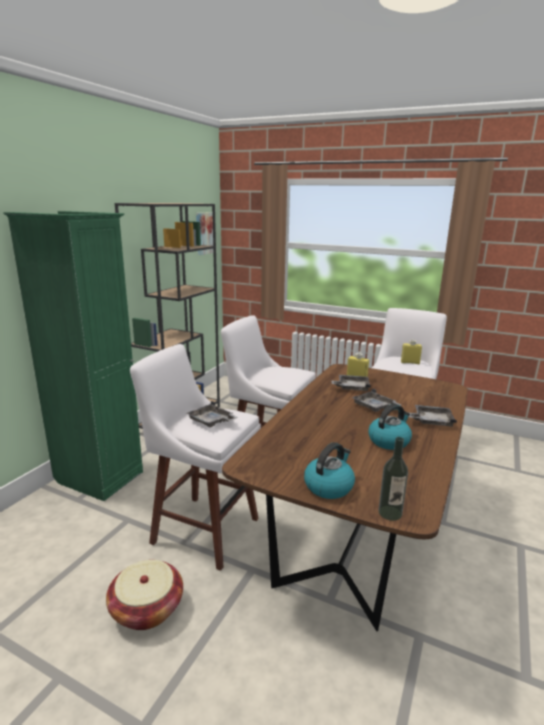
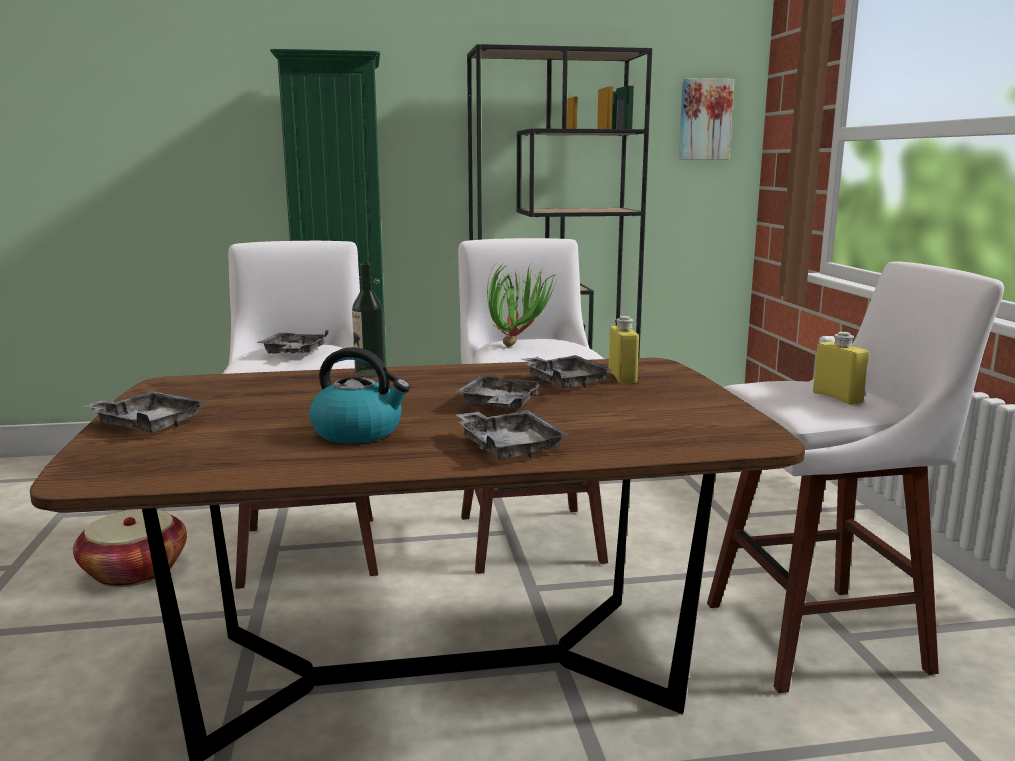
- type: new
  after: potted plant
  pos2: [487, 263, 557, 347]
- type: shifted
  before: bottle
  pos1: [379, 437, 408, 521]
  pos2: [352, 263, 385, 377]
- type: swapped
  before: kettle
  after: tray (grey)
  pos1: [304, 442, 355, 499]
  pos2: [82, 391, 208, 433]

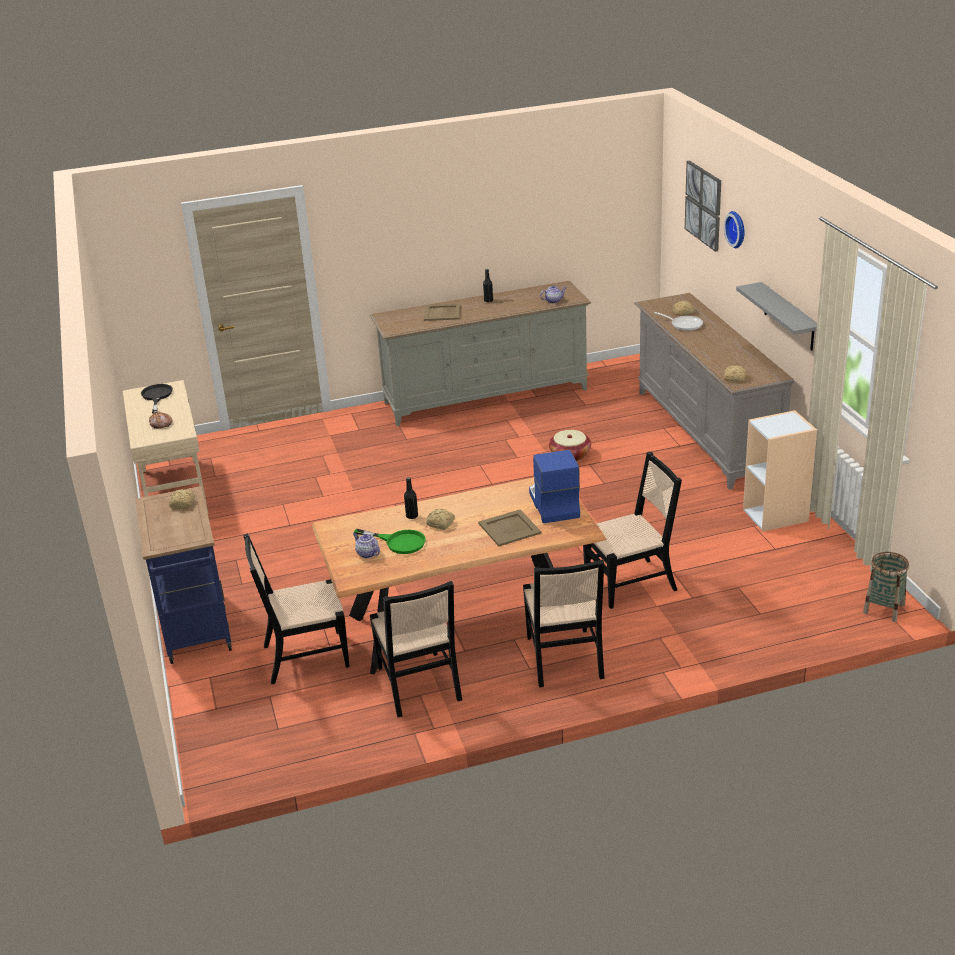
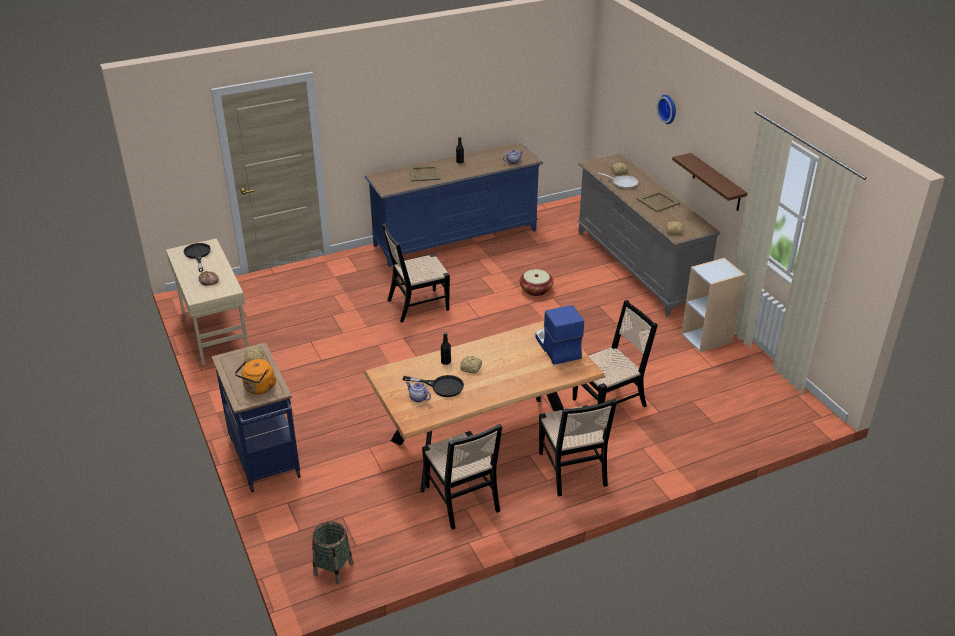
- type: gone
  before: picture
  pos1: [685, 160, 721, 252]
- type: new
  after: kettle (orange)
  pos2: [235, 359, 276, 394]
- type: shifted
  before: chair
  pos1: [243, 533, 350, 684]
  pos2: [382, 224, 450, 323]
- type: shifted
  before: tray (beige)
  pos1: [478, 509, 542, 546]
  pos2: [637, 190, 680, 212]
- type: shifted
  before: basket
  pos1: [863, 552, 909, 622]
  pos2: [312, 521, 353, 584]
- type: repainted
  before: frying pan (green)
  after: frying pan (black)
  pos1: [354, 529, 426, 554]
  pos2: [403, 375, 464, 397]
- type: repainted
  before: cabinet (grey)
  after: cabinet (blue)
  pos1: [370, 281, 591, 426]
  pos2: [364, 143, 543, 267]
- type: repainted
  before: shelf (grey)
  after: shelf (brown)
  pos1: [736, 282, 817, 351]
  pos2: [672, 153, 747, 211]

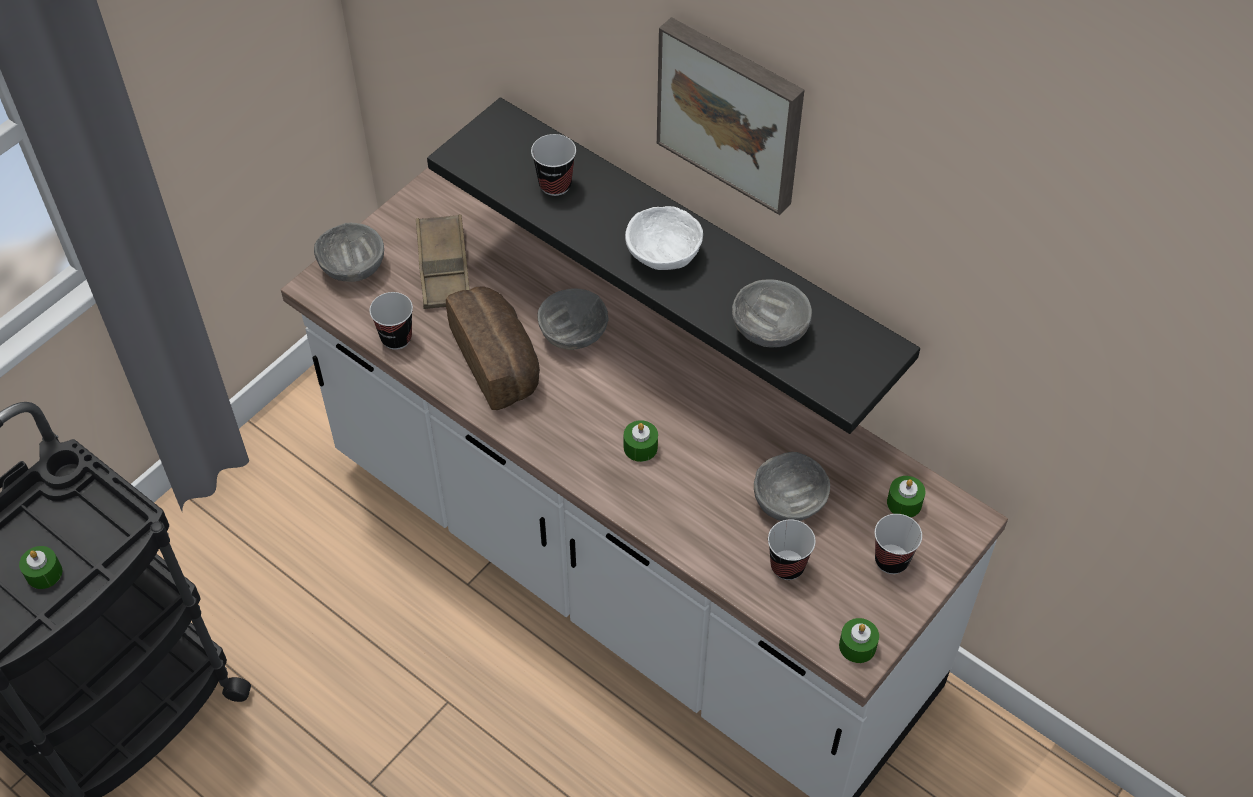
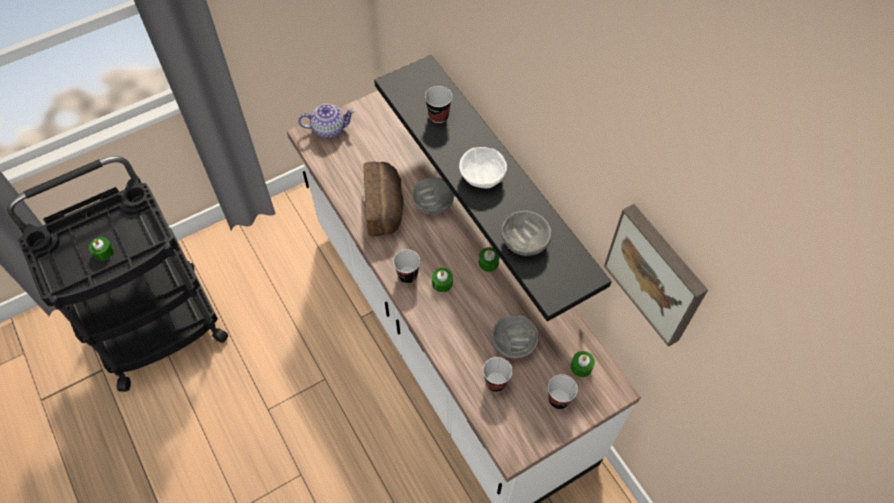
- type: gone
  before: tray (brown)
  pos1: [416, 214, 470, 309]
- type: shifted
  before: cup
  pos1: [369, 292, 413, 350]
  pos2: [393, 249, 420, 284]
- type: shifted
  before: picture
  pos1: [657, 17, 804, 215]
  pos2: [604, 204, 708, 347]
- type: shifted
  before: candle (green)
  pos1: [839, 618, 879, 663]
  pos2: [479, 247, 500, 272]
- type: swapped
  before: bowl (grey)
  after: teapot
  pos1: [314, 223, 384, 282]
  pos2: [298, 104, 355, 138]

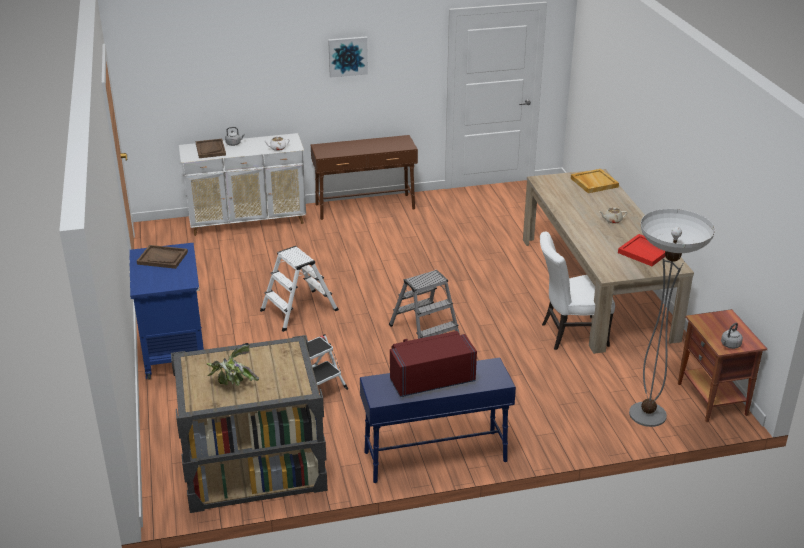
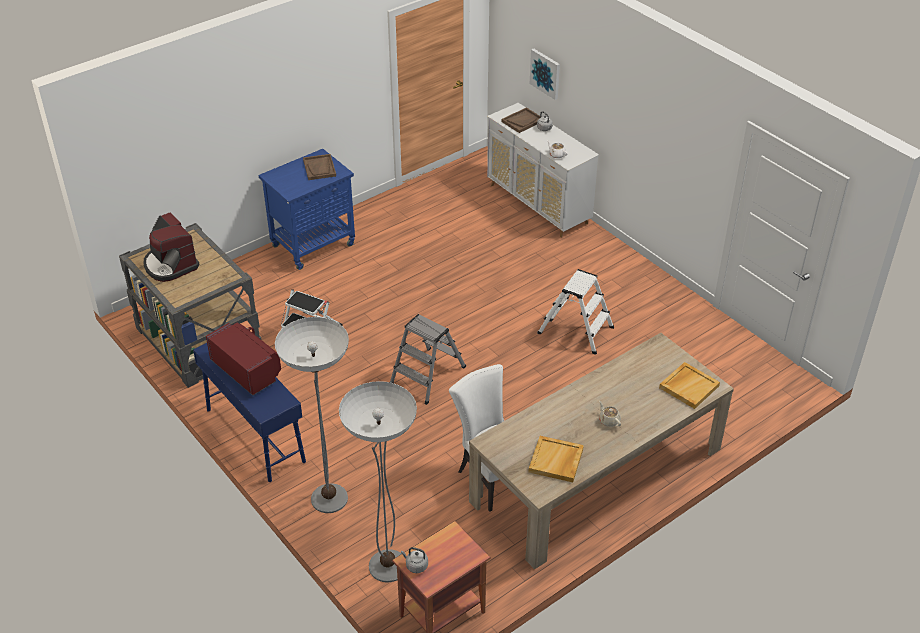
- type: gone
  before: console table (brown)
  pos1: [311, 135, 418, 220]
- type: new
  after: floor lamp
  pos2: [275, 317, 349, 513]
- type: shifted
  before: step ladder (white)
  pos1: [260, 246, 339, 332]
  pos2: [537, 269, 614, 355]
- type: shifted
  before: picture
  pos1: [328, 37, 368, 78]
  pos2: [530, 48, 560, 100]
- type: swapped
  before: potted plant
  after: coffee machine
  pos1: [207, 343, 259, 386]
  pos2: [143, 213, 199, 282]
- type: repainted
  before: tray (red)
  after: tray (beige)
  pos1: [618, 234, 665, 266]
  pos2: [528, 436, 584, 482]

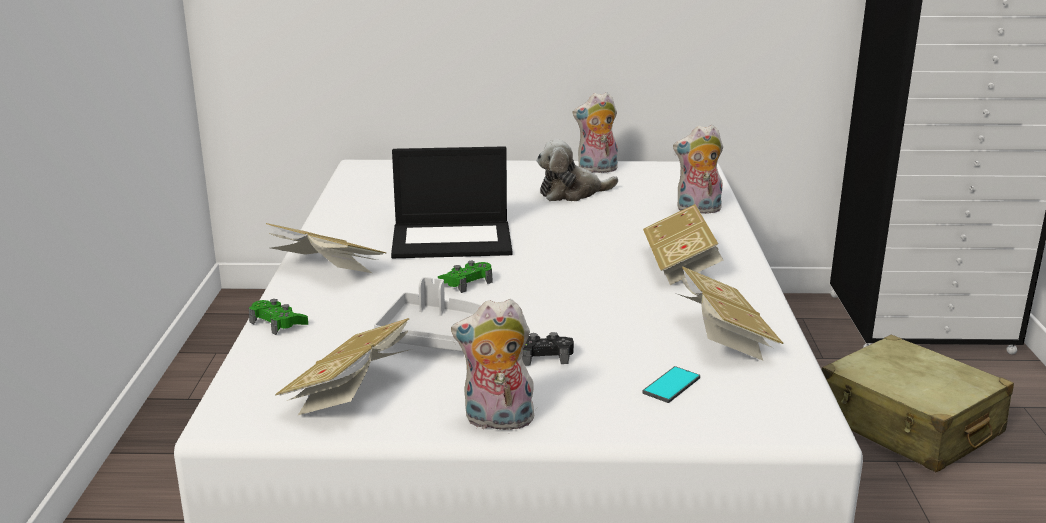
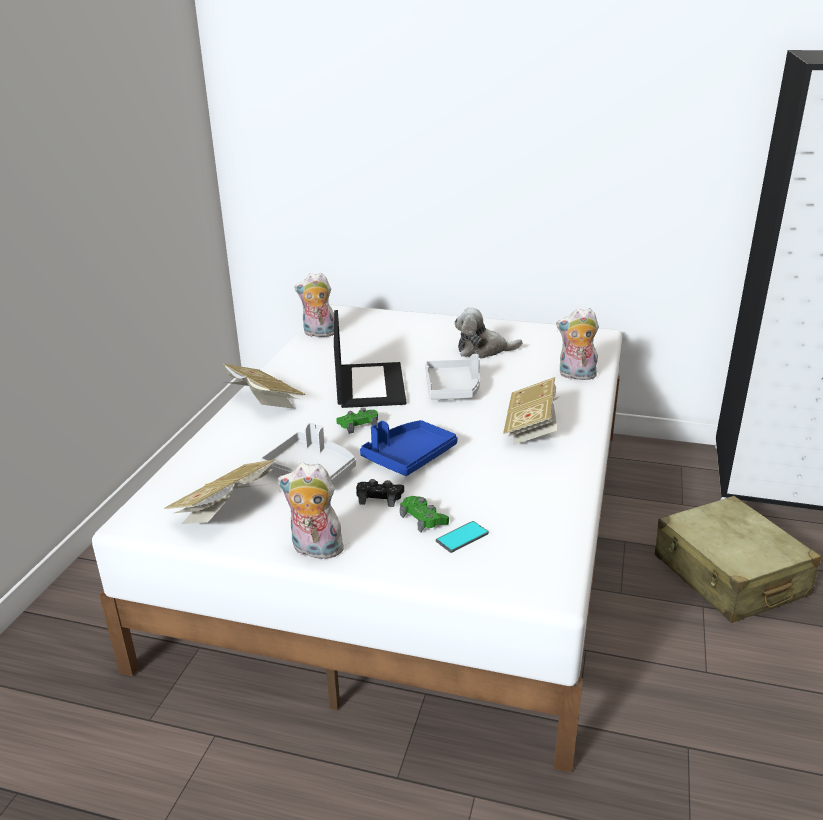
- type: gone
  before: book
  pos1: [678, 266, 783, 360]
- type: new
  after: tray (blue)
  pos2: [360, 420, 458, 476]
- type: new
  after: tray (grey)
  pos2: [425, 354, 480, 399]
- type: shifted
  before: game controller (green)
  pos1: [249, 299, 308, 335]
  pos2: [400, 496, 449, 532]
- type: shifted
  before: plush toy
  pos1: [573, 92, 618, 173]
  pos2: [294, 273, 334, 337]
- type: rotated
  before: laptop
  pos1: [391, 146, 512, 258]
  pos2: [334, 310, 406, 408]
  turn: -105

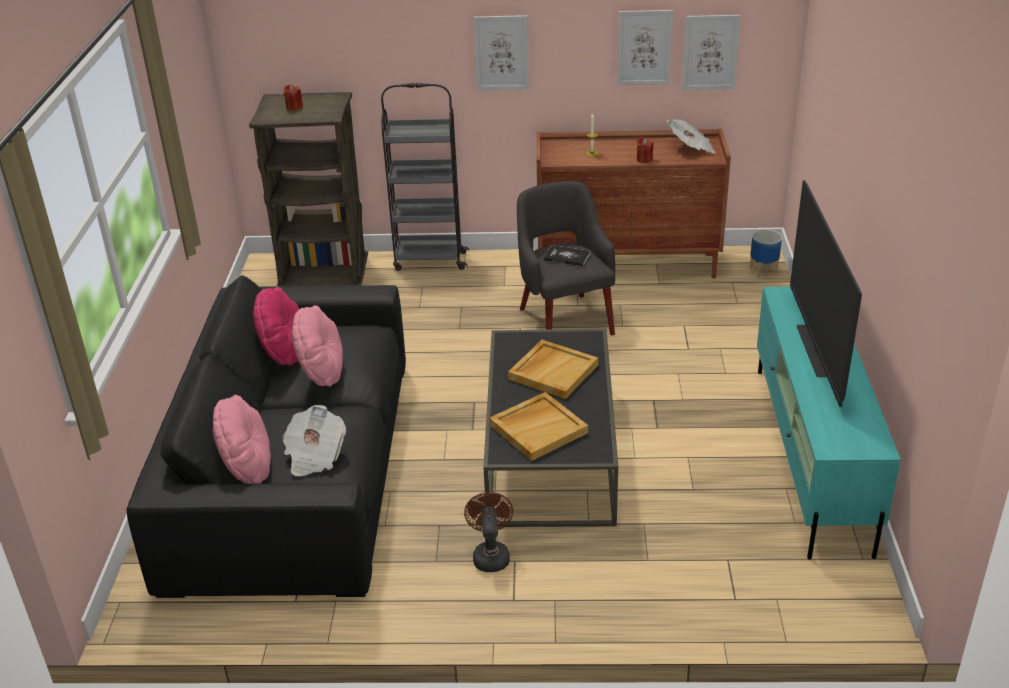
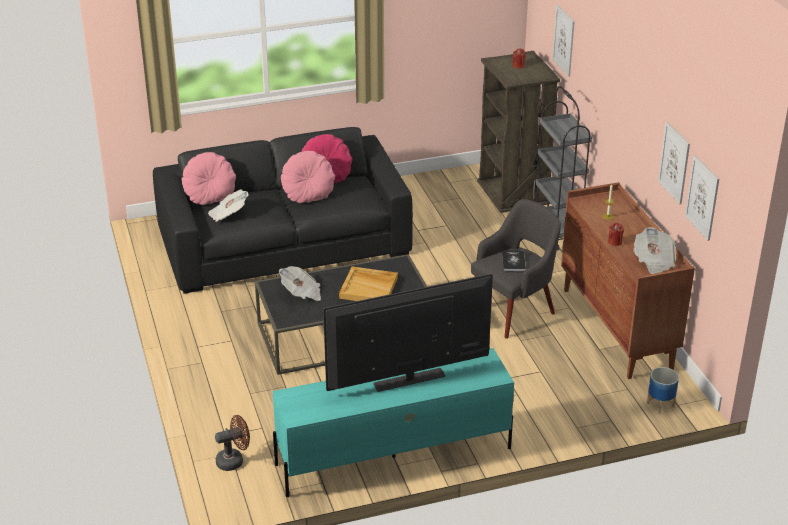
- type: shifted
  before: fan (brown)
  pos1: [464, 492, 513, 572]
  pos2: [215, 415, 250, 471]
- type: shifted
  before: picture
  pos1: [474, 15, 529, 90]
  pos2: [552, 5, 575, 77]
- type: swapped
  before: tray (beige)
  after: newspaper
  pos1: [489, 392, 588, 461]
  pos2: [279, 266, 321, 301]

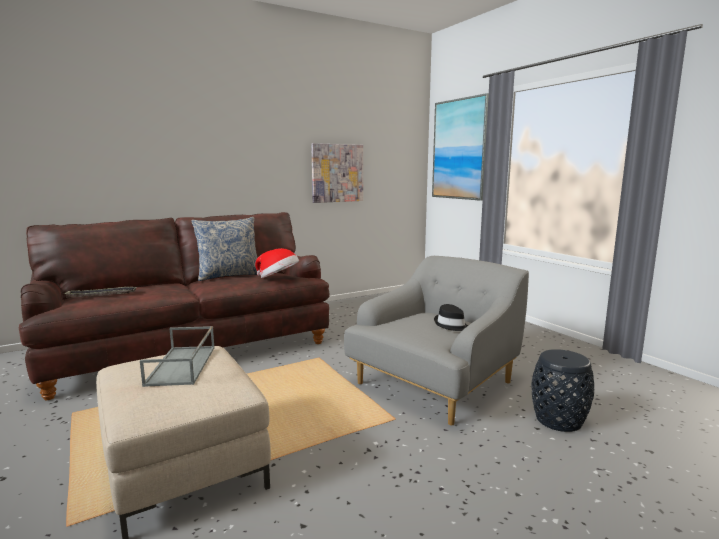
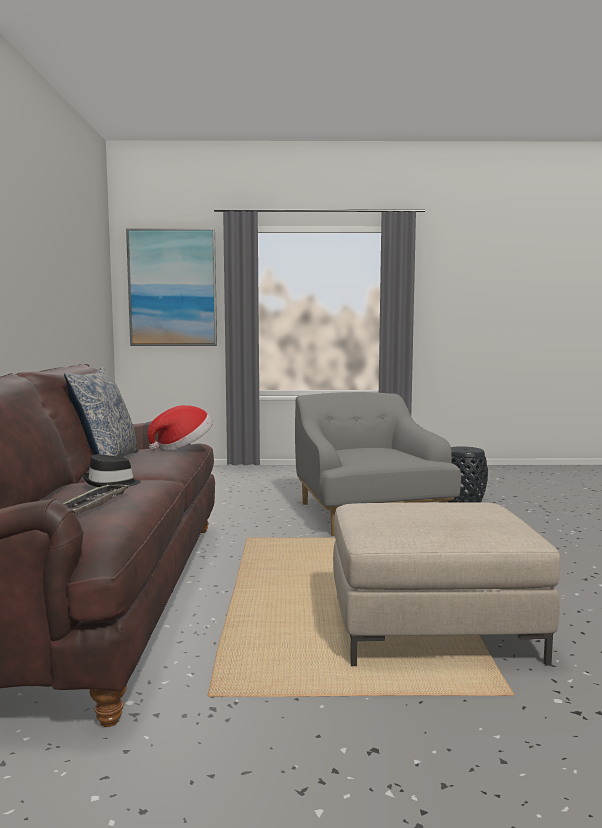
- type: gone
  before: tray (grey)
  pos1: [140, 326, 215, 387]
- type: gone
  before: picture
  pos1: [311, 143, 363, 203]
- type: shifted
  before: hat (black)
  pos1: [434, 304, 468, 331]
  pos2: [83, 454, 141, 487]

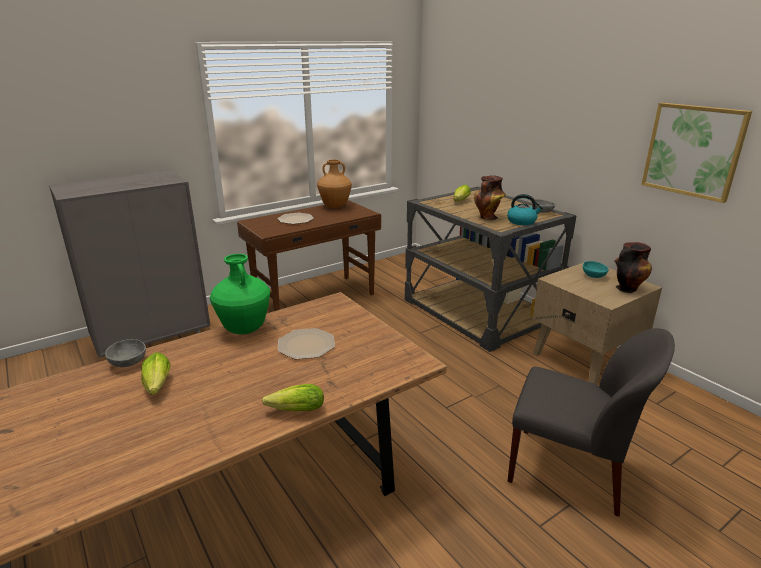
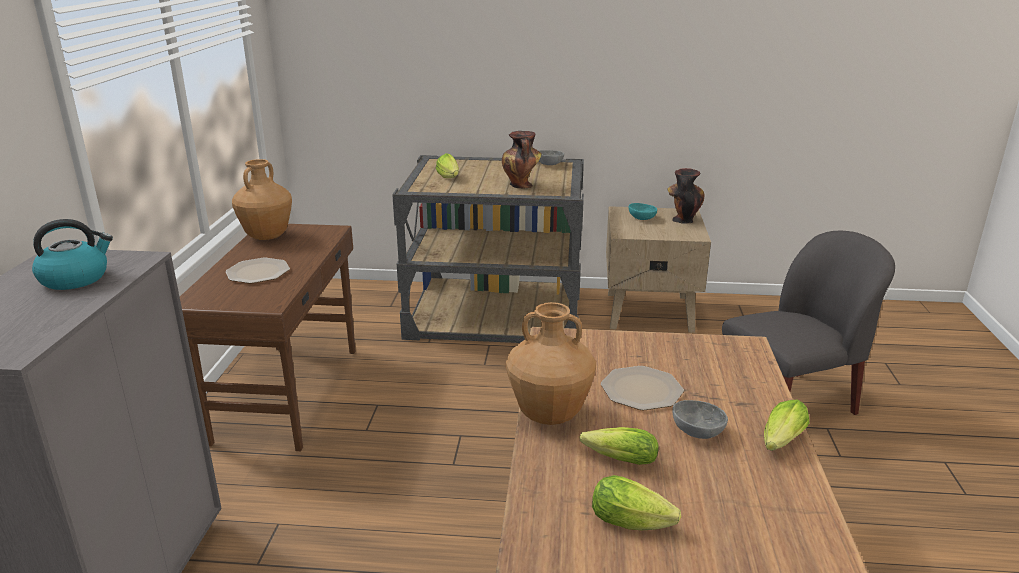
- type: gone
  before: picture
  pos1: [641, 103, 752, 203]
- type: new
  after: lettuce
  pos2: [579, 427, 659, 465]
- type: shifted
  before: bowl (grey)
  pos1: [105, 339, 146, 367]
  pos2: [672, 400, 728, 439]
- type: shifted
  before: kettle
  pos1: [507, 194, 543, 225]
  pos2: [32, 219, 113, 290]
- type: repainted
  before: vase (green)
  after: vase (brown)
  pos1: [210, 254, 270, 334]
  pos2: [506, 302, 596, 425]

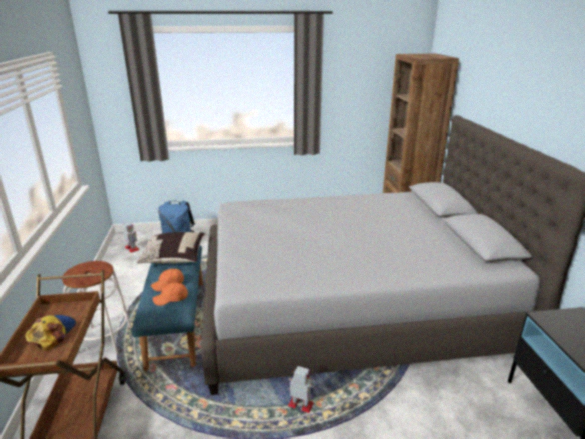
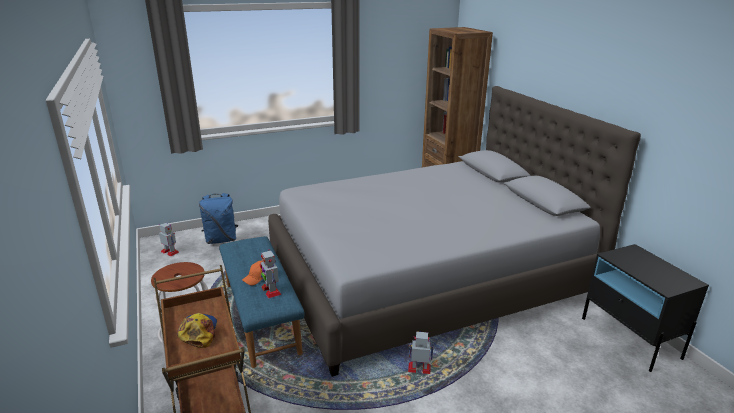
- type: gone
  before: pillow
  pos1: [136, 232, 205, 264]
- type: swapped
  before: cap (orange)
  after: toy robot
  pos1: [153, 283, 188, 306]
  pos2: [260, 249, 282, 298]

